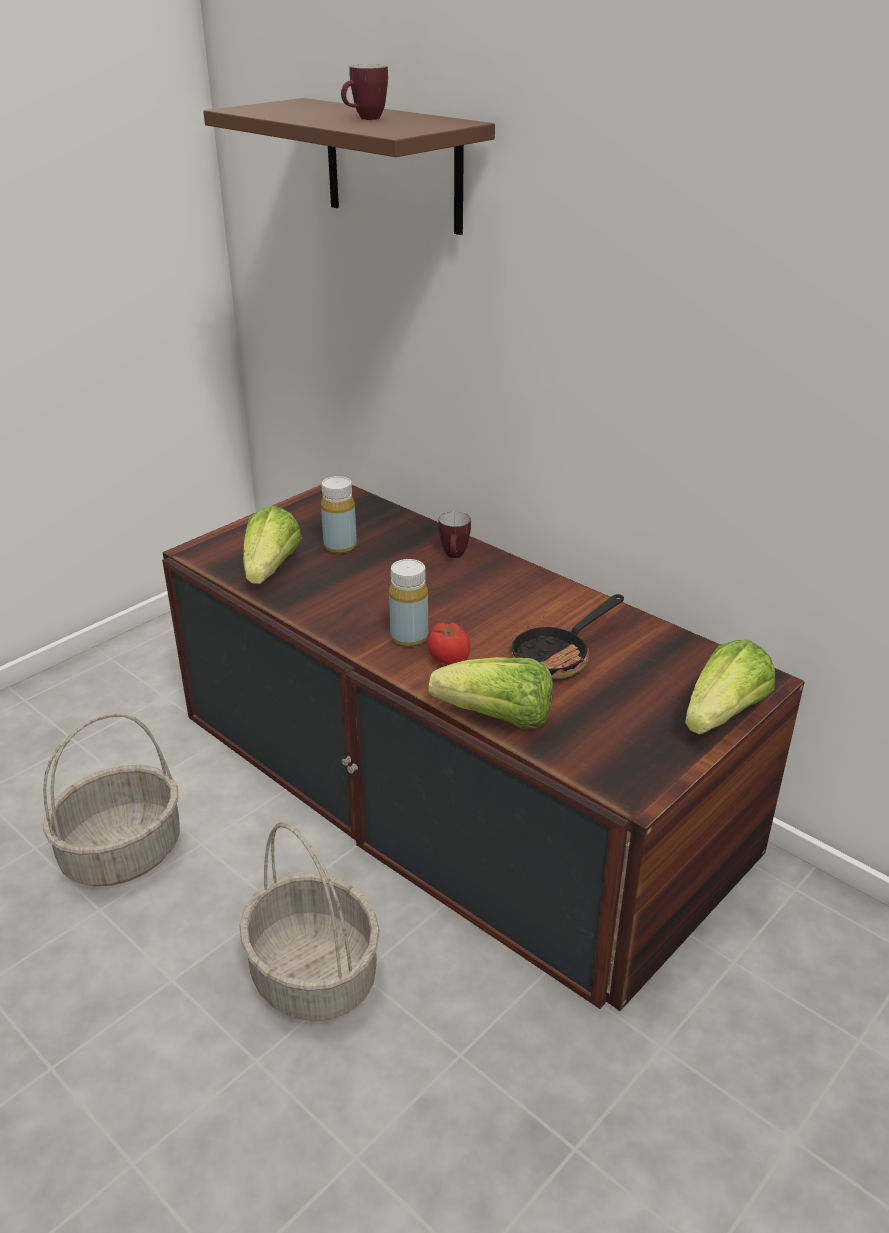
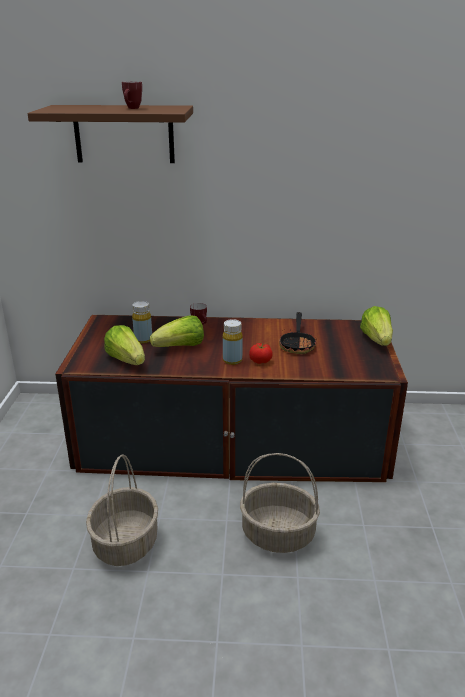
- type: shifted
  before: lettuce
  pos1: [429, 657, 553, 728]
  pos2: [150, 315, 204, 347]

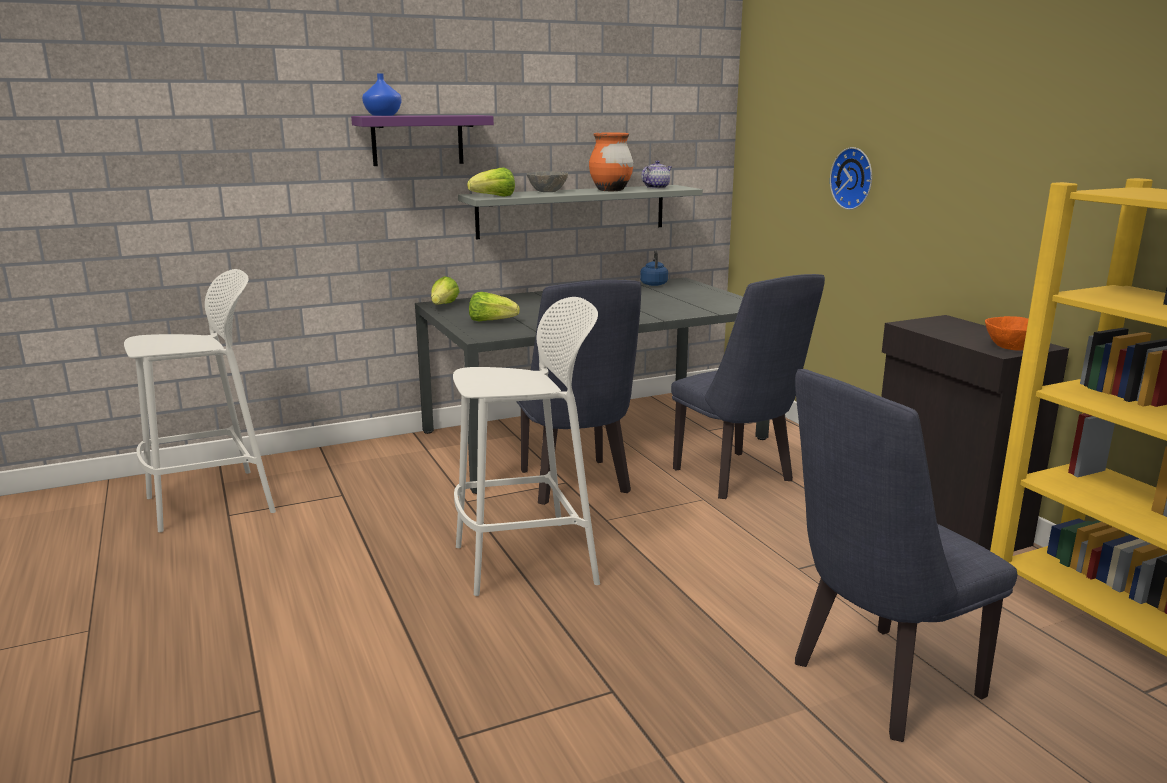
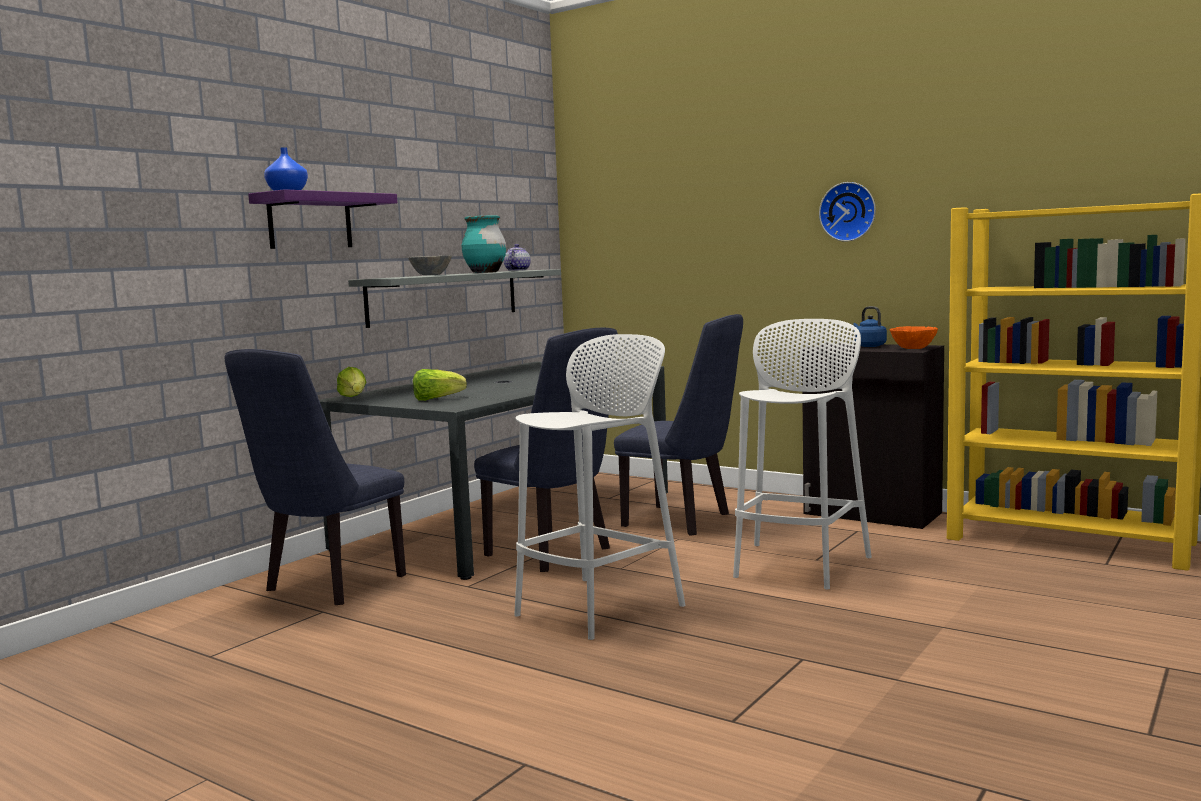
- type: gone
  before: lettuce
  pos1: [467, 167, 515, 197]
- type: shifted
  before: stool (white)
  pos1: [124, 269, 276, 532]
  pos2: [733, 319, 872, 590]
- type: shifted
  before: kettle (blue)
  pos1: [640, 250, 668, 286]
  pos2: [853, 306, 887, 347]
- type: shifted
  before: chair (blue)
  pos1: [795, 369, 1017, 742]
  pos2: [224, 349, 406, 605]
- type: shifted
  before: wall clock
  pos1: [830, 147, 872, 210]
  pos2: [819, 182, 876, 242]
- type: repainted
  before: vase (orange)
  after: vase (turquoise)
  pos1: [589, 133, 633, 191]
  pos2: [462, 216, 506, 273]

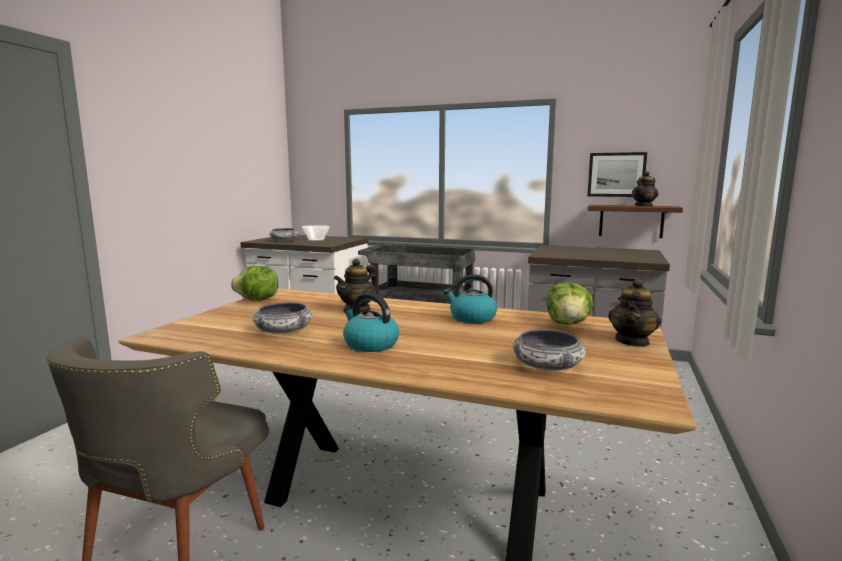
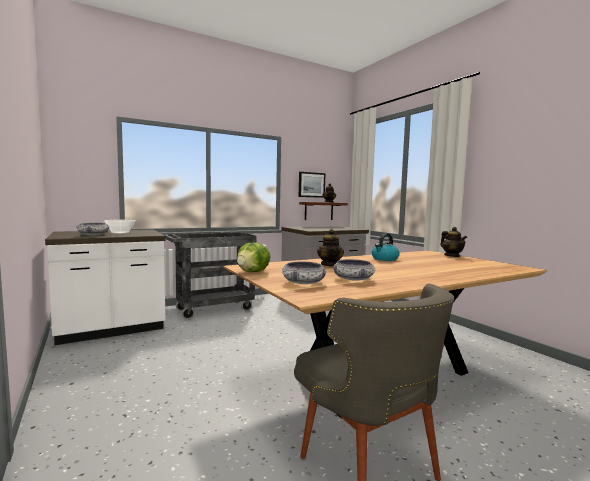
- type: gone
  before: kettle
  pos1: [343, 293, 399, 352]
- type: gone
  before: lettuce
  pos1: [547, 282, 593, 325]
- type: shifted
  before: bowl
  pos1: [512, 329, 586, 371]
  pos2: [282, 262, 326, 284]

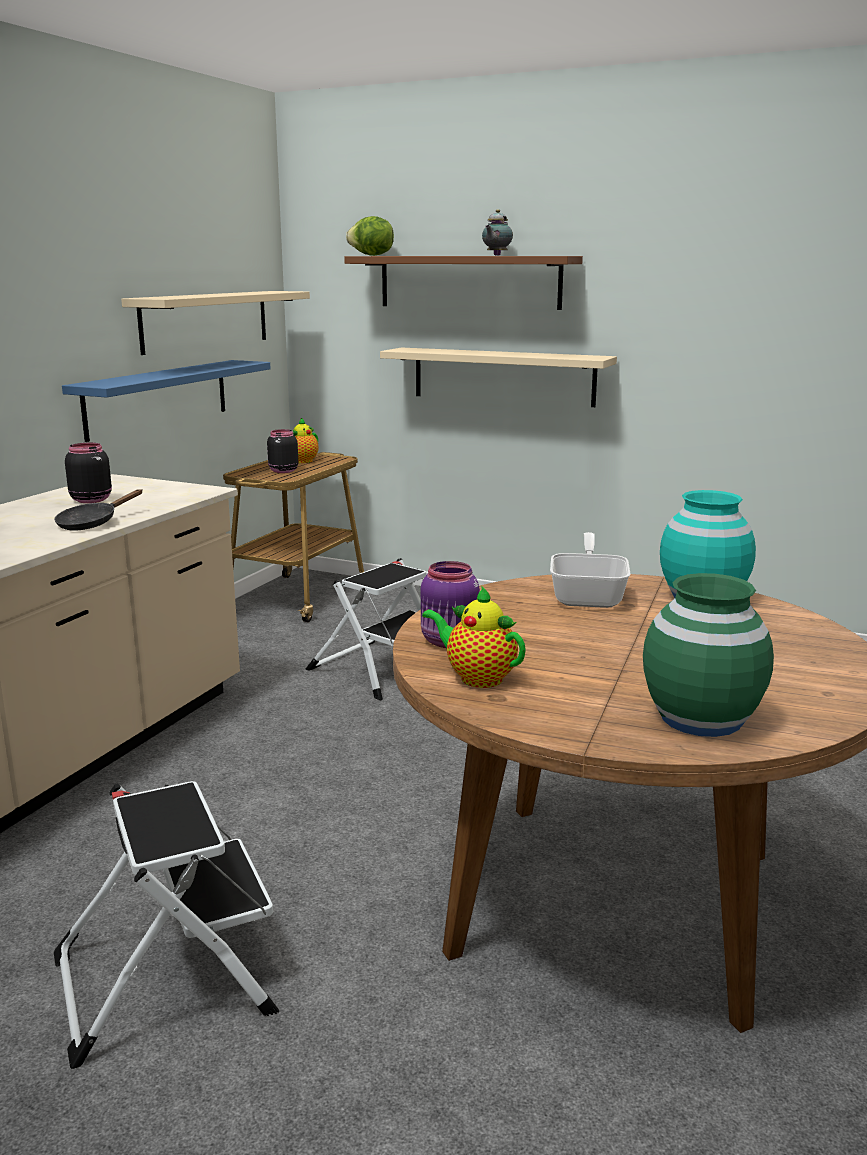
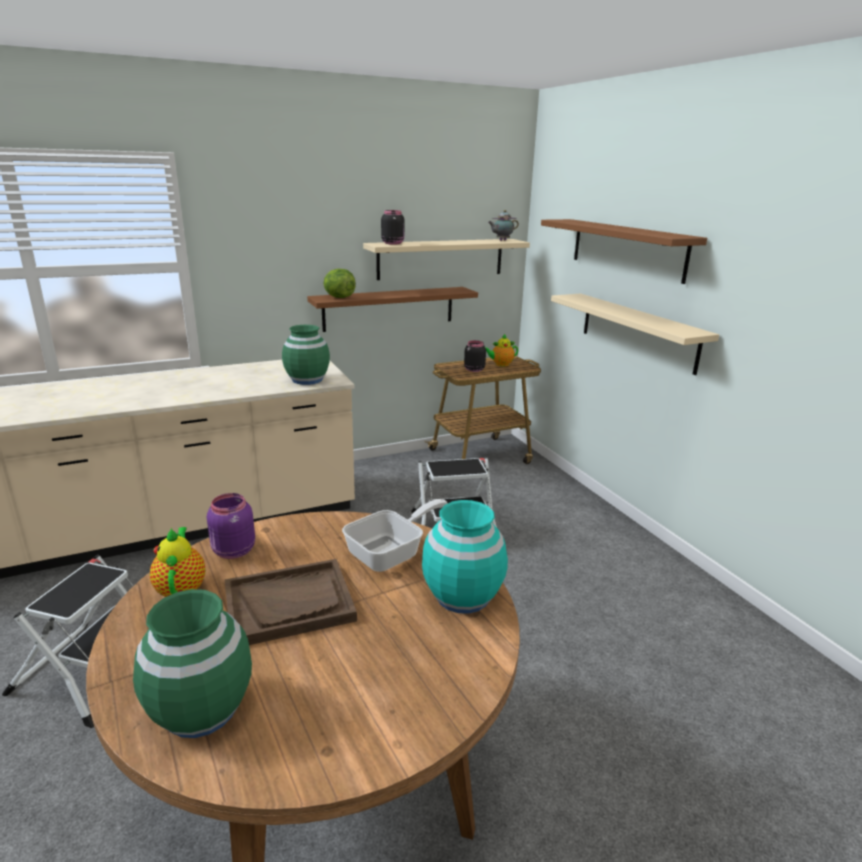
- type: gone
  before: frying pan (black)
  pos1: [54, 489, 142, 531]
- type: new
  after: tray (brown)
  pos2: [225, 559, 357, 645]
- type: new
  after: vase (green)
  pos2: [282, 325, 330, 385]
- type: shifted
  before: jar (black)
  pos1: [65, 443, 112, 503]
  pos2: [381, 210, 405, 245]
- type: shifted
  before: lettuce
  pos1: [346, 216, 394, 256]
  pos2: [323, 269, 356, 298]
- type: shifted
  before: teapot
  pos1: [482, 209, 513, 256]
  pos2: [488, 210, 519, 241]
- type: repainted
  before: shelf (blue)
  after: shelf (brown)
  pos1: [62, 360, 271, 442]
  pos2: [307, 287, 478, 332]

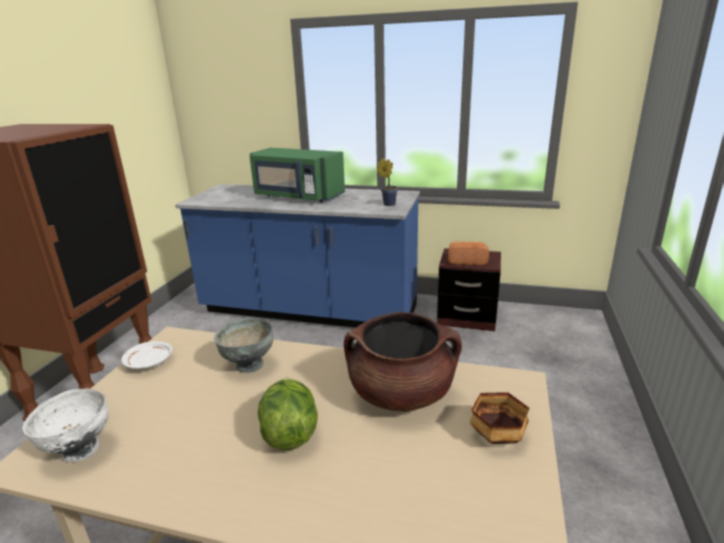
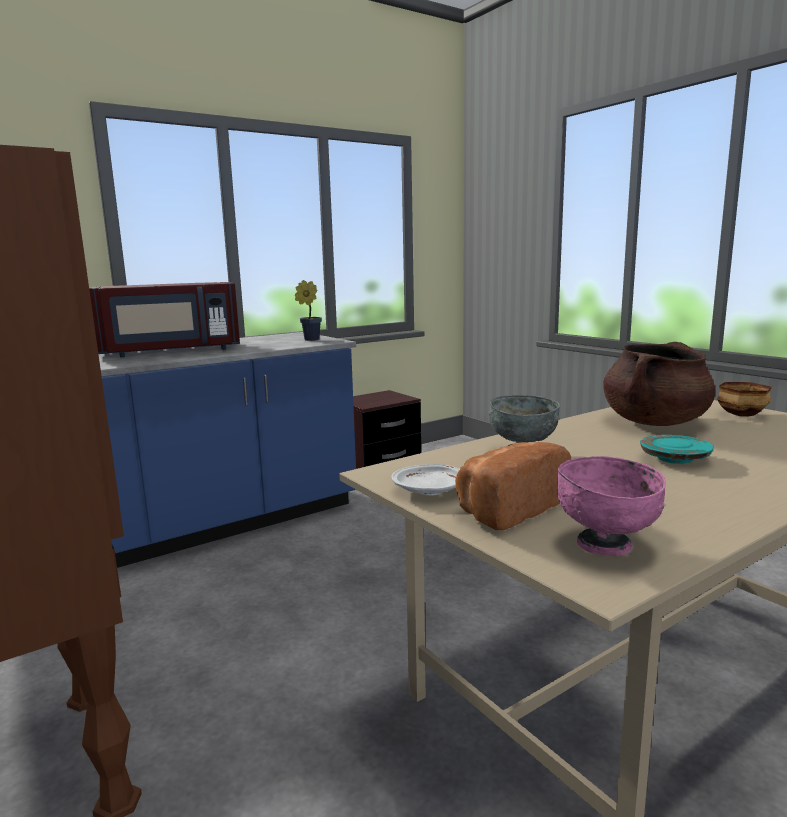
- type: shifted
  before: bread
  pos1: [448, 241, 489, 265]
  pos2: [455, 442, 571, 530]
- type: swapped
  before: lettuce
  after: plate (turquoise)
  pos1: [258, 378, 318, 450]
  pos2: [640, 435, 714, 464]
- type: repainted
  before: bowl (white)
  after: bowl (pink)
  pos1: [23, 388, 109, 462]
  pos2: [557, 456, 666, 556]
- type: repainted
  before: microwave (green)
  after: microwave (red)
  pos1: [250, 148, 345, 202]
  pos2: [89, 282, 240, 357]

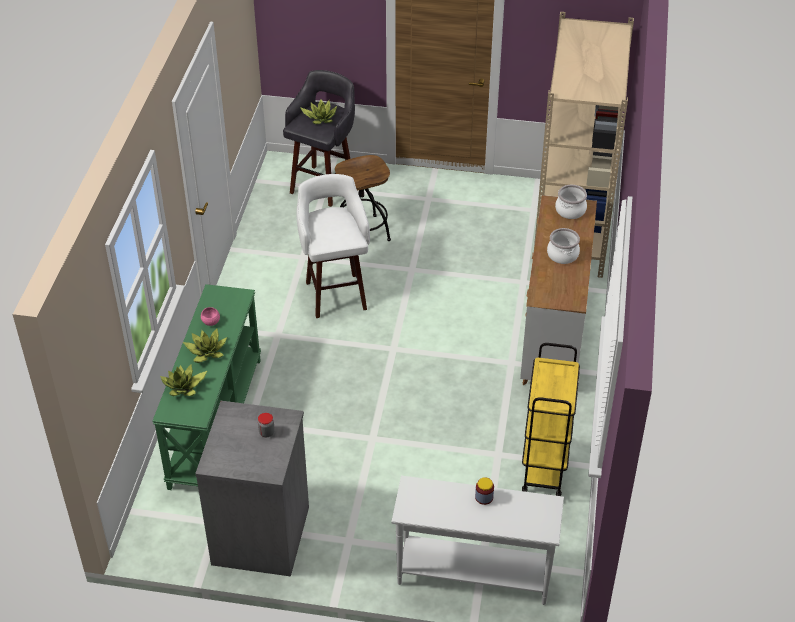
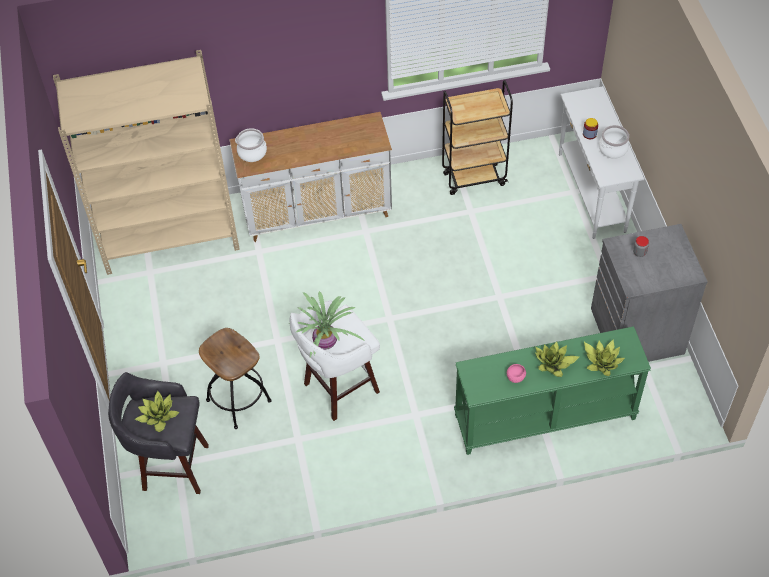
- type: new
  after: potted plant
  pos2: [289, 291, 365, 357]
- type: shifted
  before: cooking pot
  pos1: [547, 228, 580, 264]
  pos2: [599, 125, 629, 159]
- type: repainted
  before: cart (yellow)
  after: cart (brown)
  pos1: [522, 343, 580, 496]
  pos2: [442, 80, 513, 195]

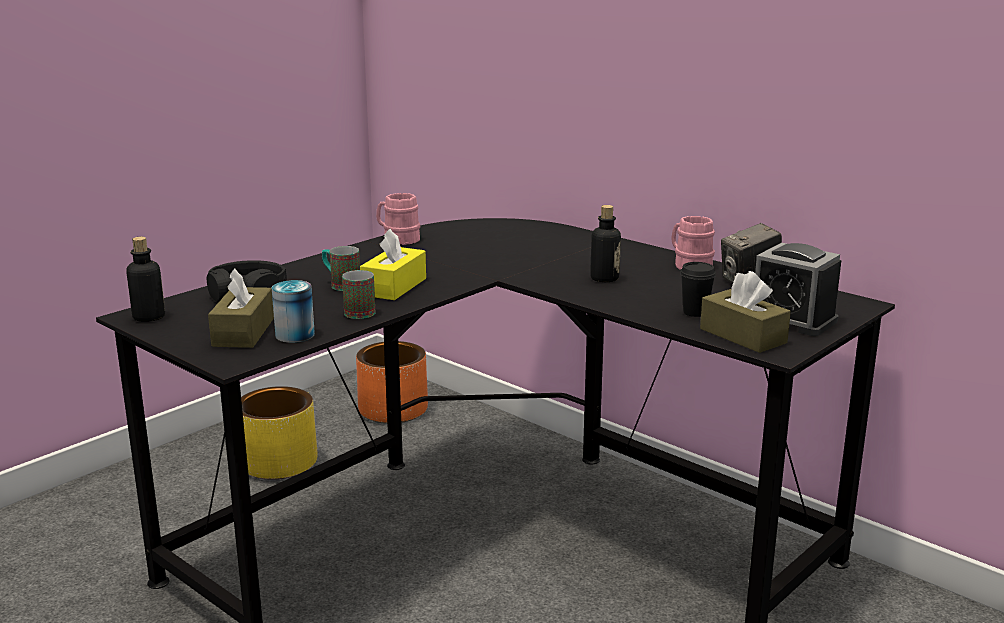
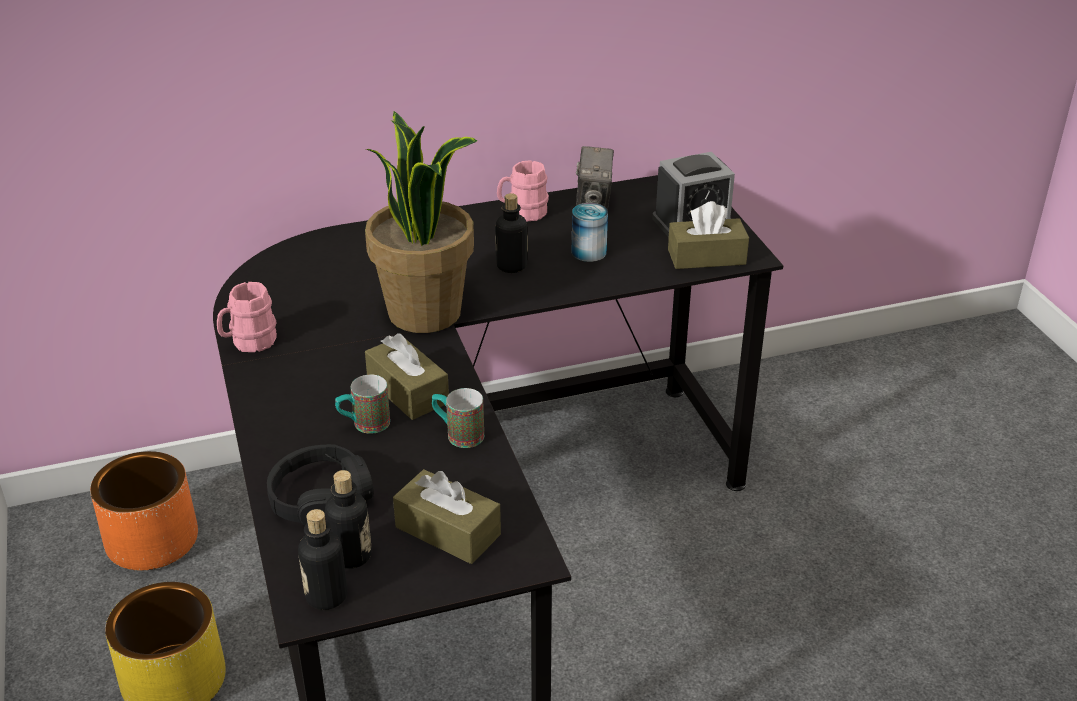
- type: gone
  before: cup (black)
  pos1: [680, 262, 716, 317]
- type: new
  after: bottle
  pos2: [325, 470, 372, 569]
- type: new
  after: potted plant
  pos2: [365, 111, 477, 333]
- type: shifted
  before: can
  pos1: [272, 280, 315, 343]
  pos2: [572, 203, 608, 262]
- type: repainted
  before: tissue box (yellow)
  after: tissue box (brown)
  pos1: [360, 229, 426, 300]
  pos2: [365, 333, 449, 420]

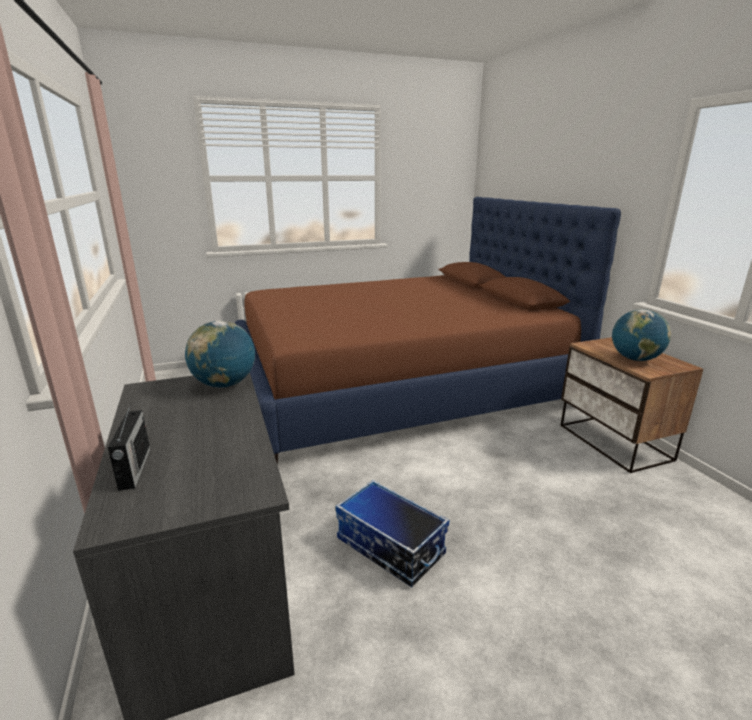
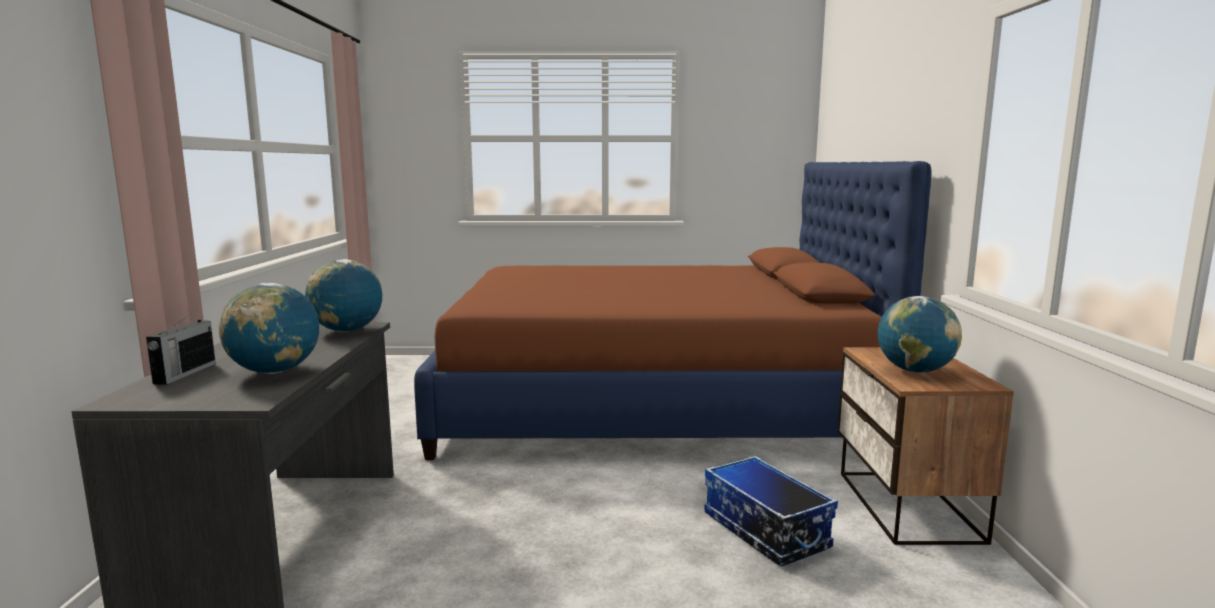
- type: new
  after: globe
  pos2: [219, 283, 319, 374]
- type: shifted
  before: storage box
  pos1: [335, 480, 449, 587]
  pos2: [704, 456, 838, 567]

